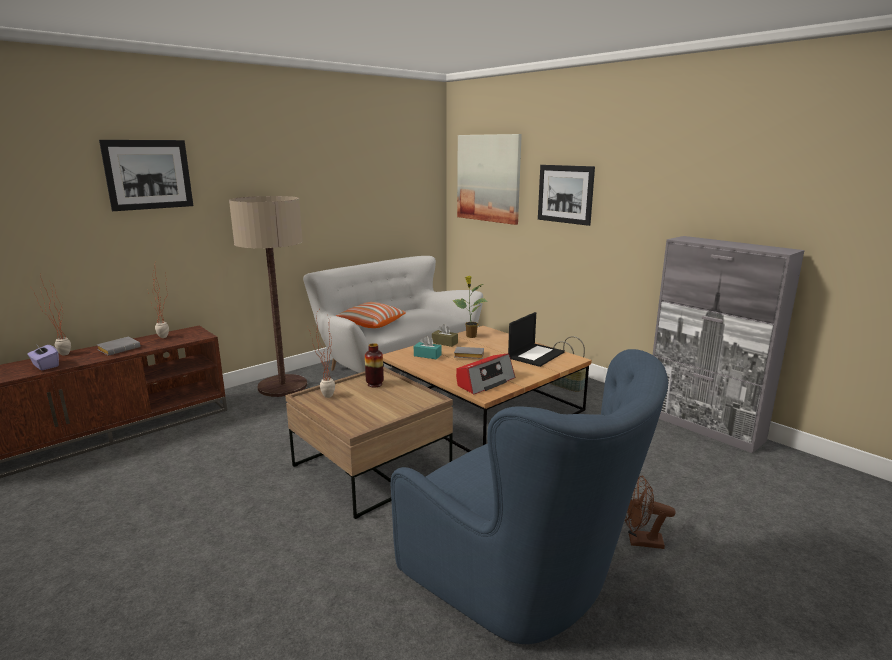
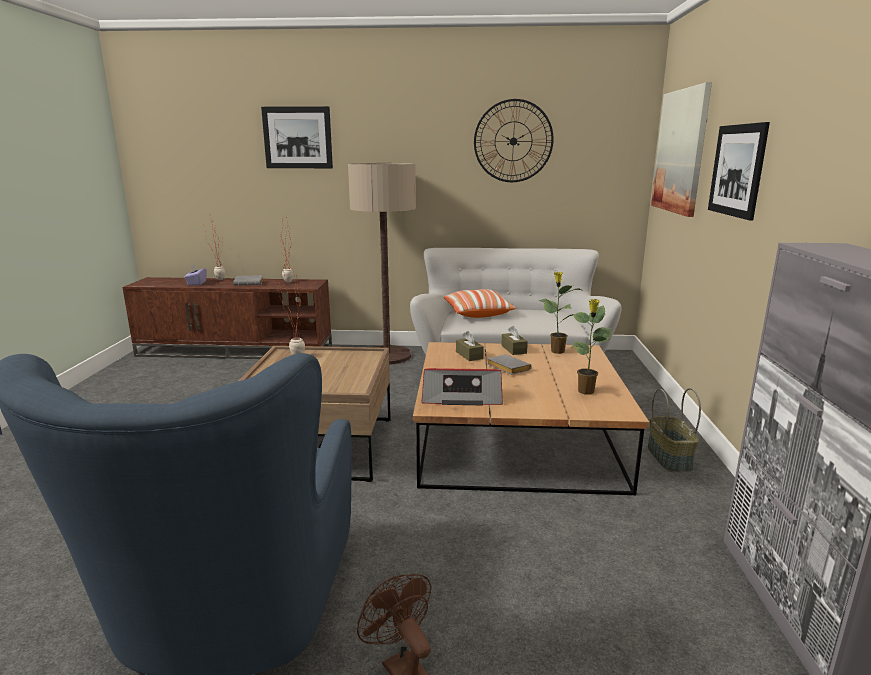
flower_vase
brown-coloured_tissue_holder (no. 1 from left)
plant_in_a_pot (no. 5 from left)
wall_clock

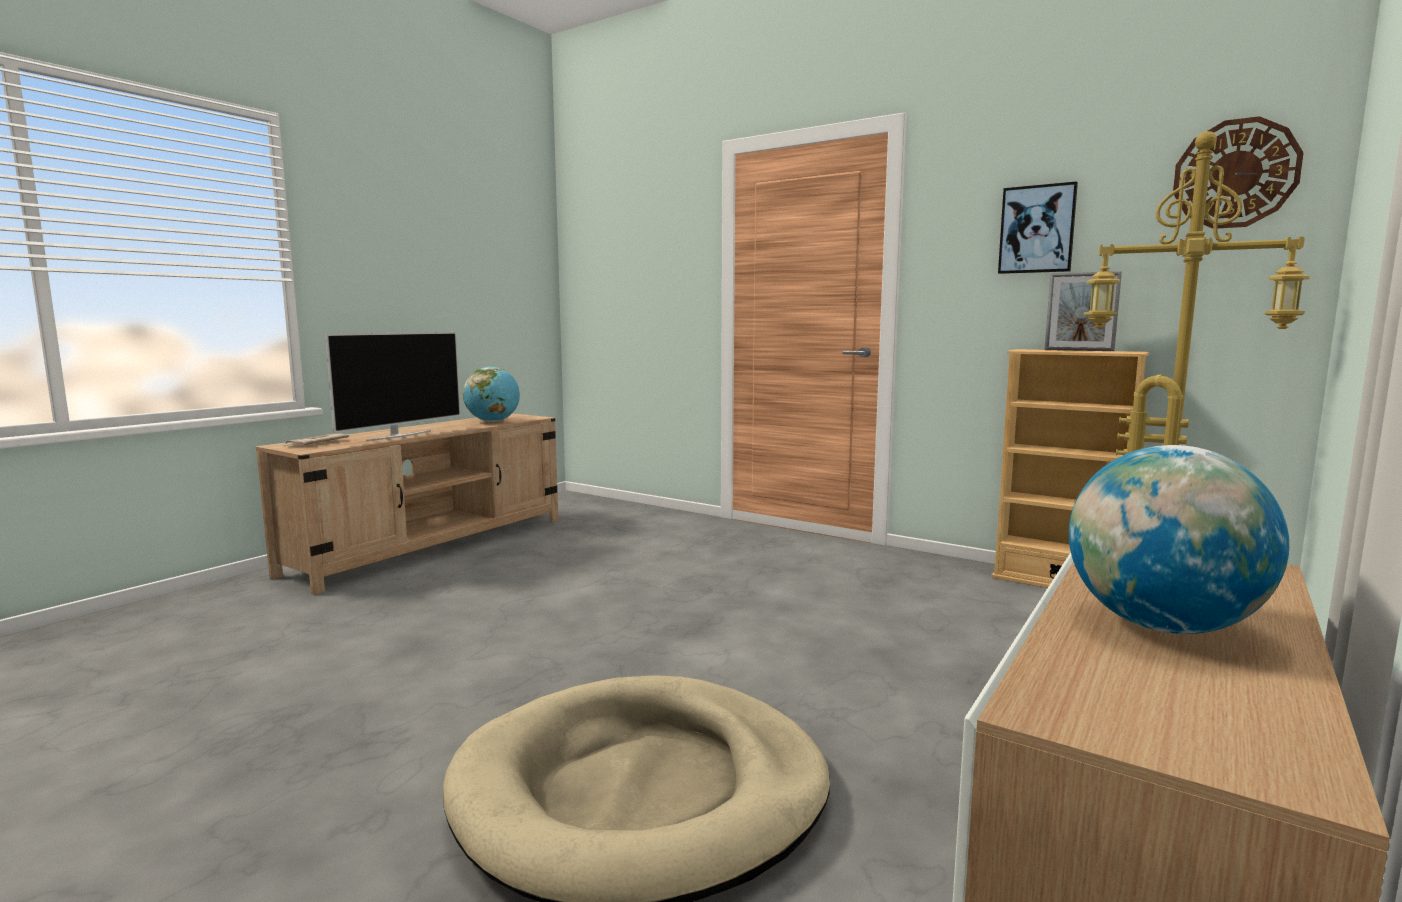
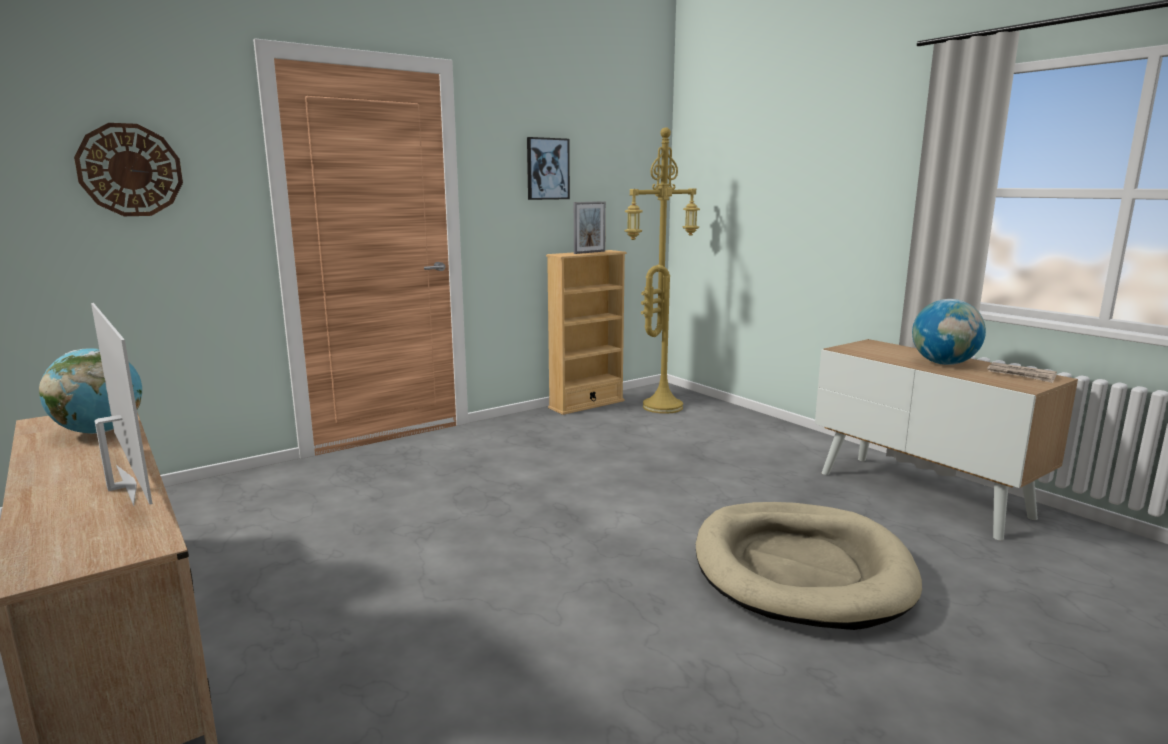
printed_paper
wall_clock

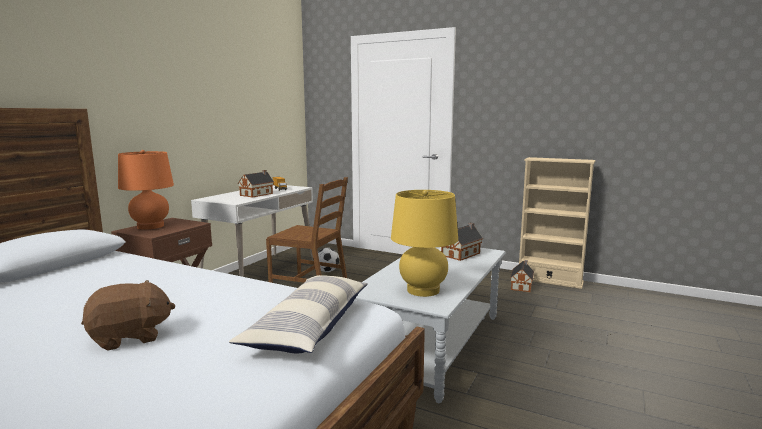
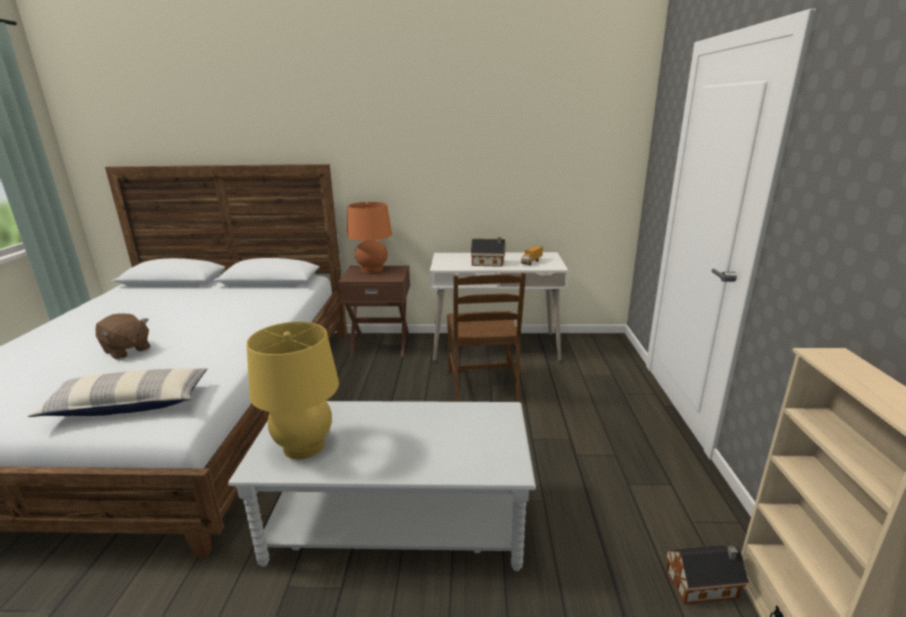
football
model_house (no. 2 from left in the first image)

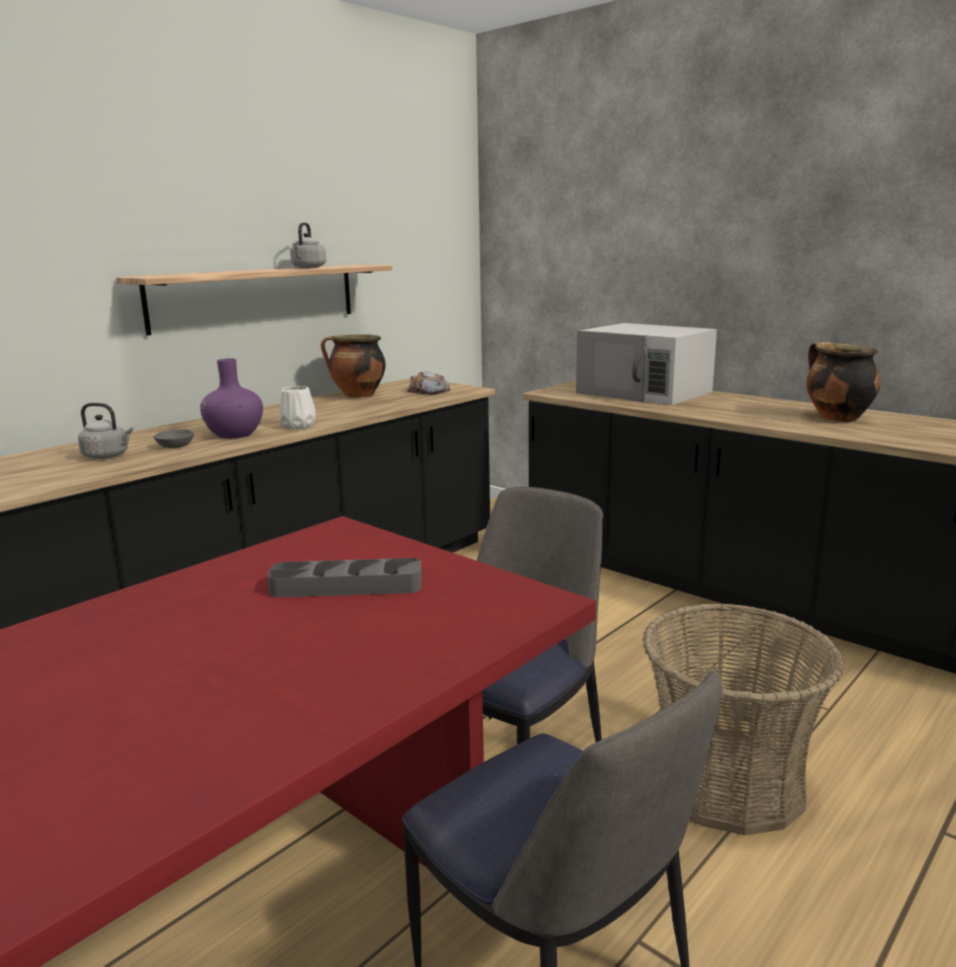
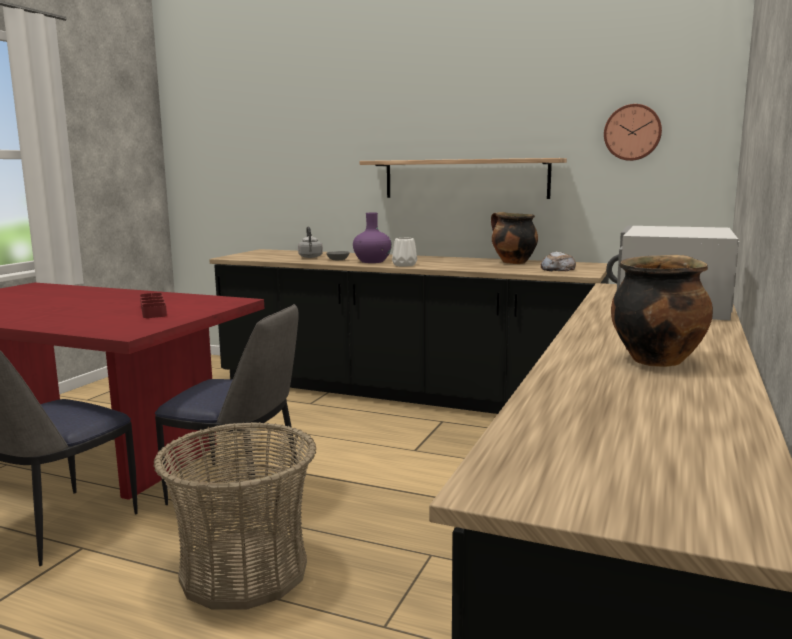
red-coloured_serving_tray
greyish_water_kettle (no. 2 from left in the first image)
wall_clock

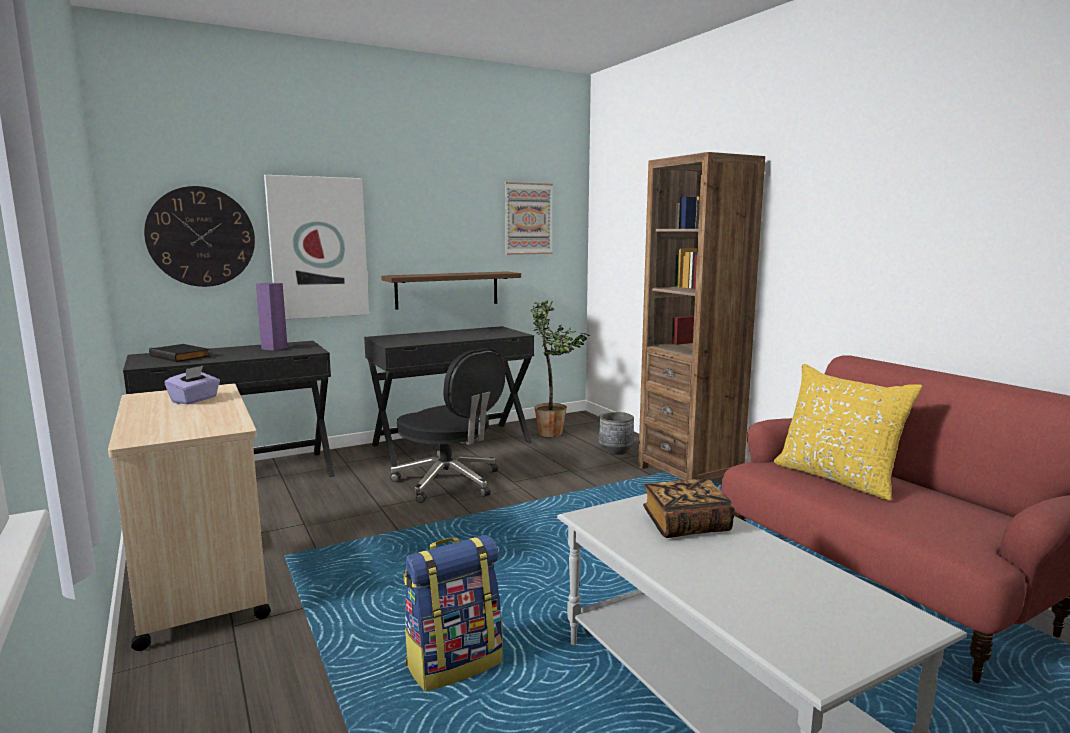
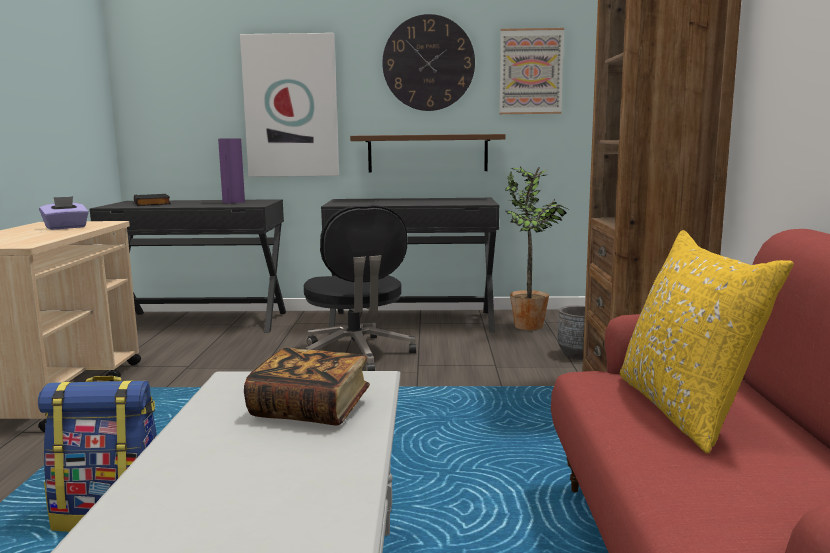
wall_clock

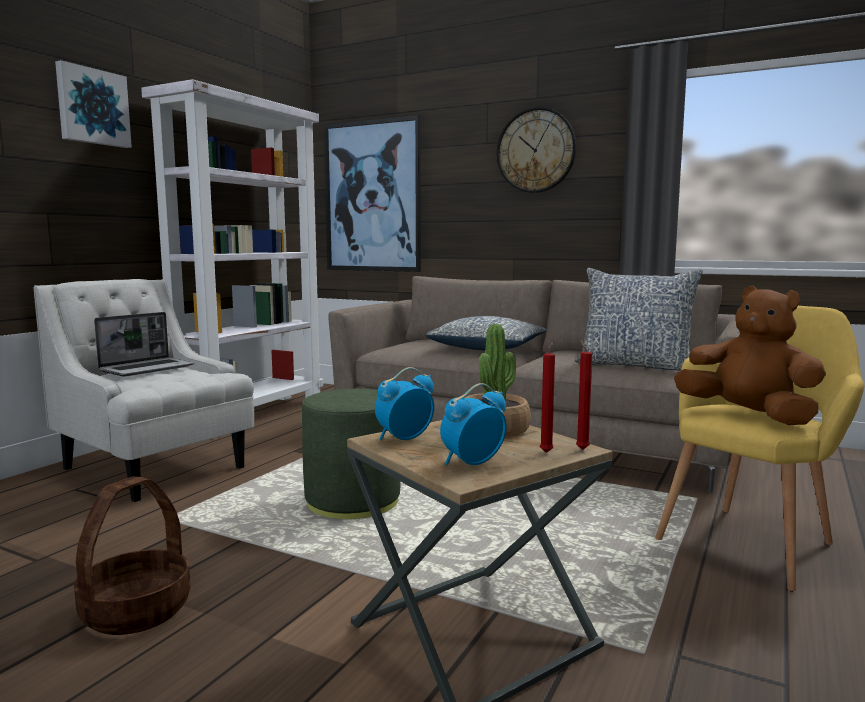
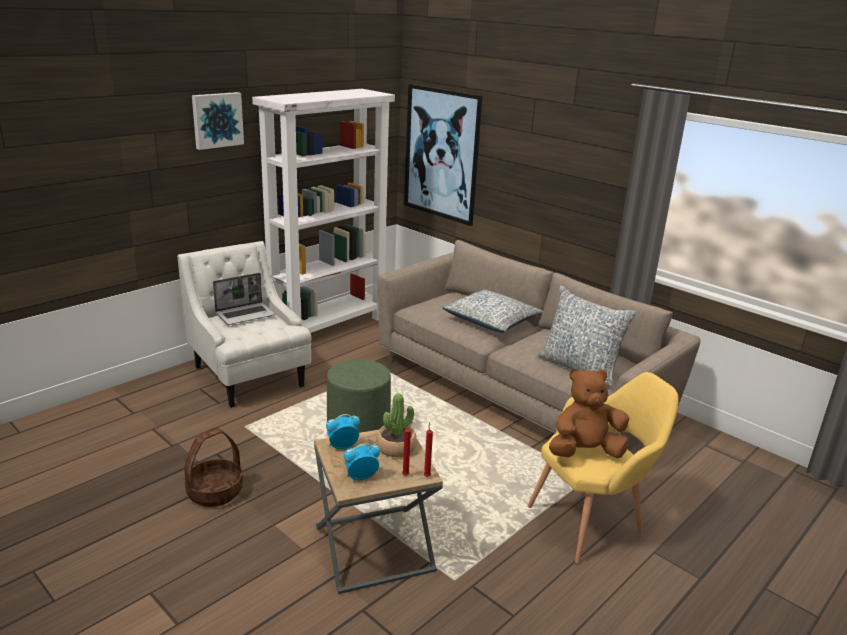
wall_clock
brown-coloured_cuddly_toy

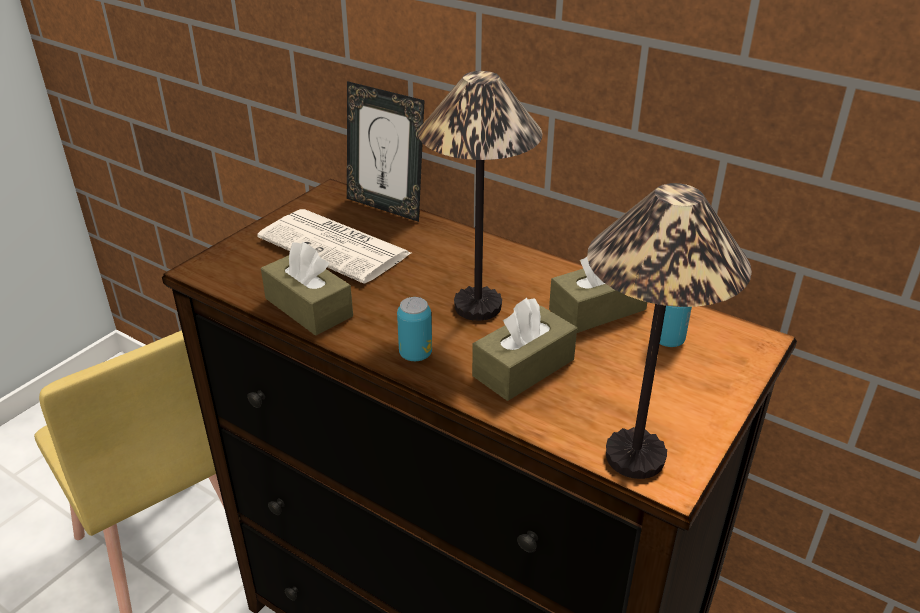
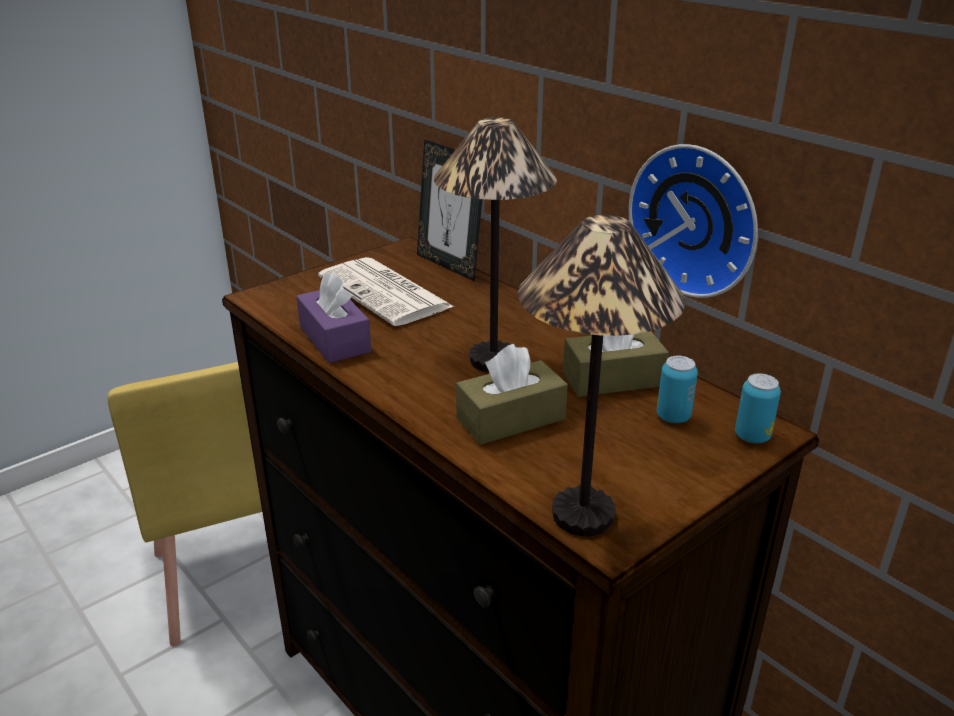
purple-coloured_tissue_holder
can (no. 2 from left)
wall_clock

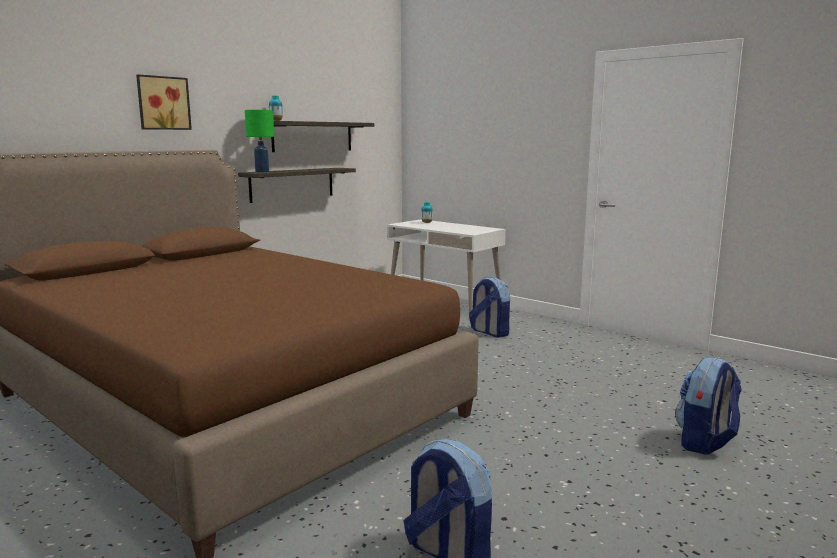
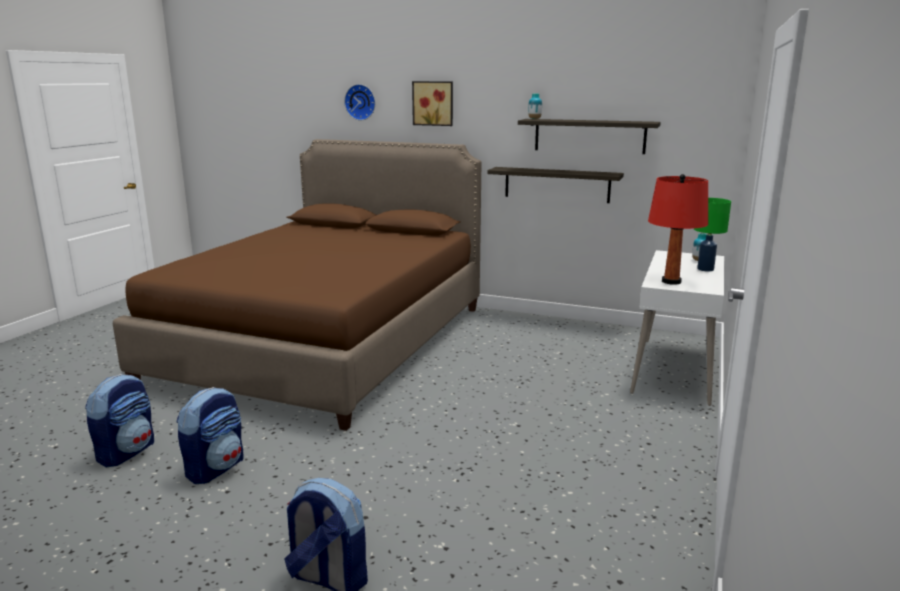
green_tabletop_lamp
rucksack (no. 2 from left)
wall_clock
red-coloured_tabletop_lamp

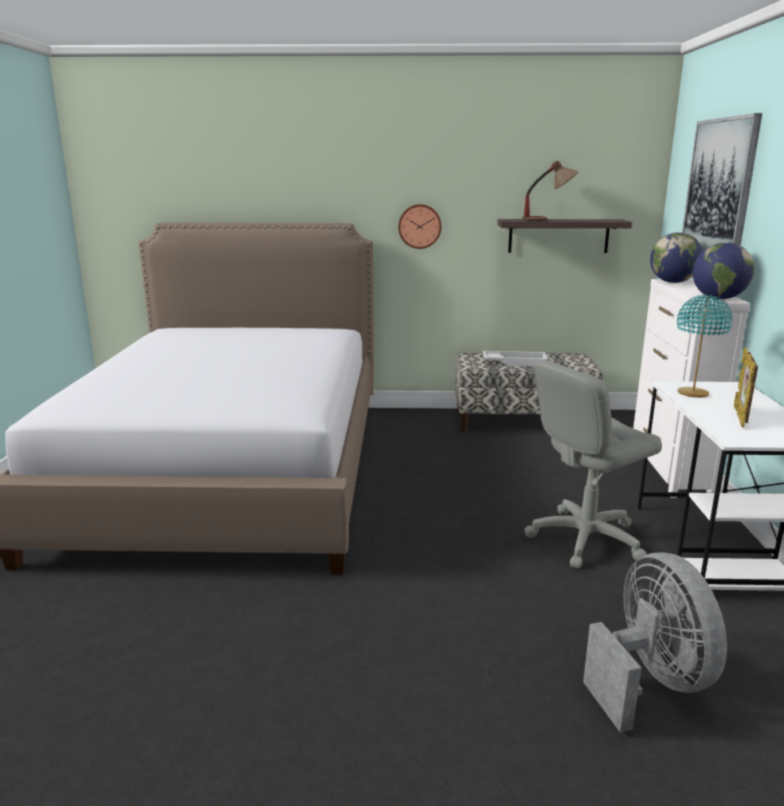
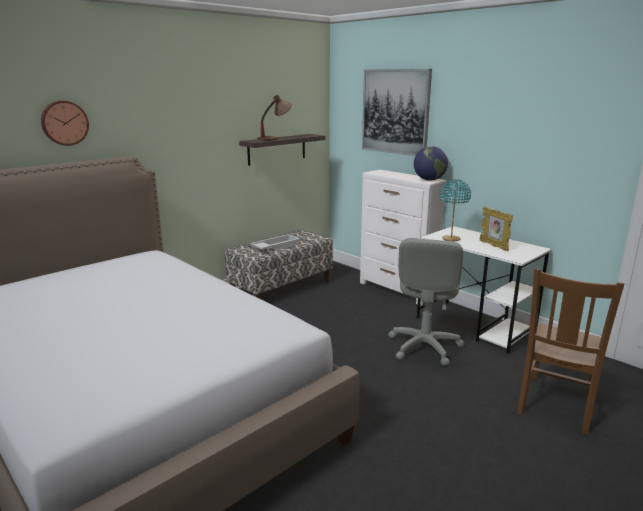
wall_clock
brown-coloured_plain_chair
globe (no. 1 from left in the first image)

